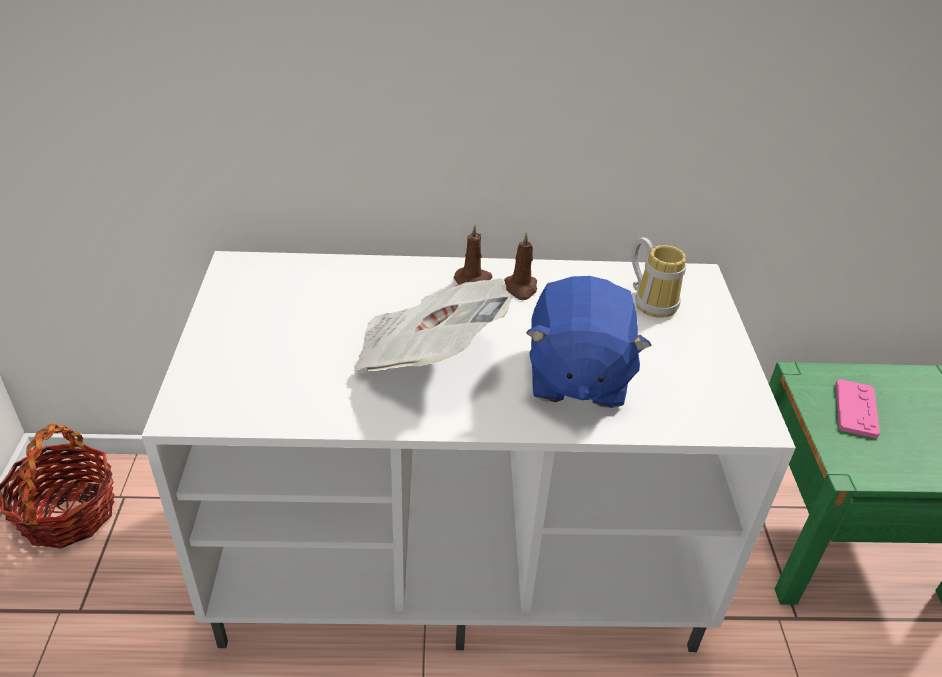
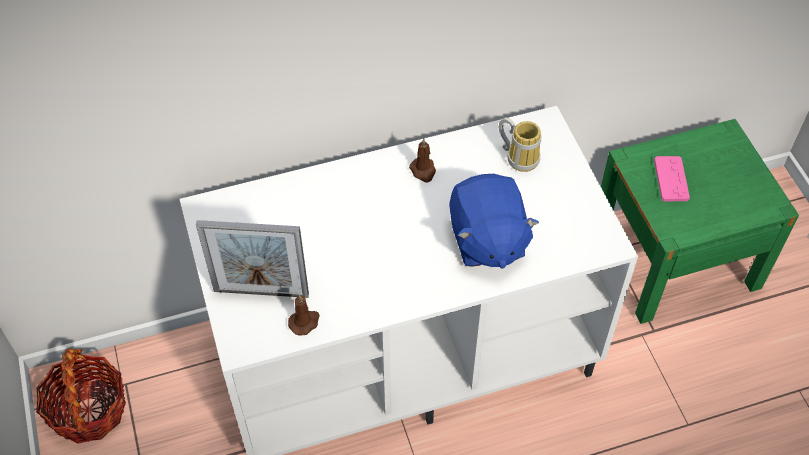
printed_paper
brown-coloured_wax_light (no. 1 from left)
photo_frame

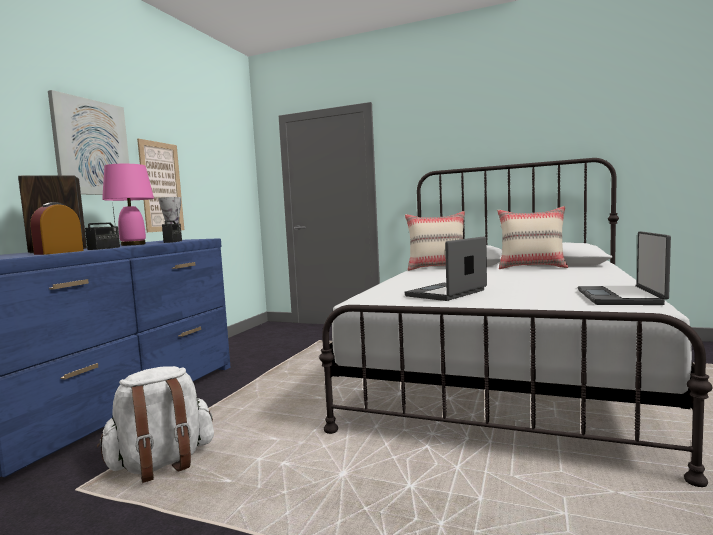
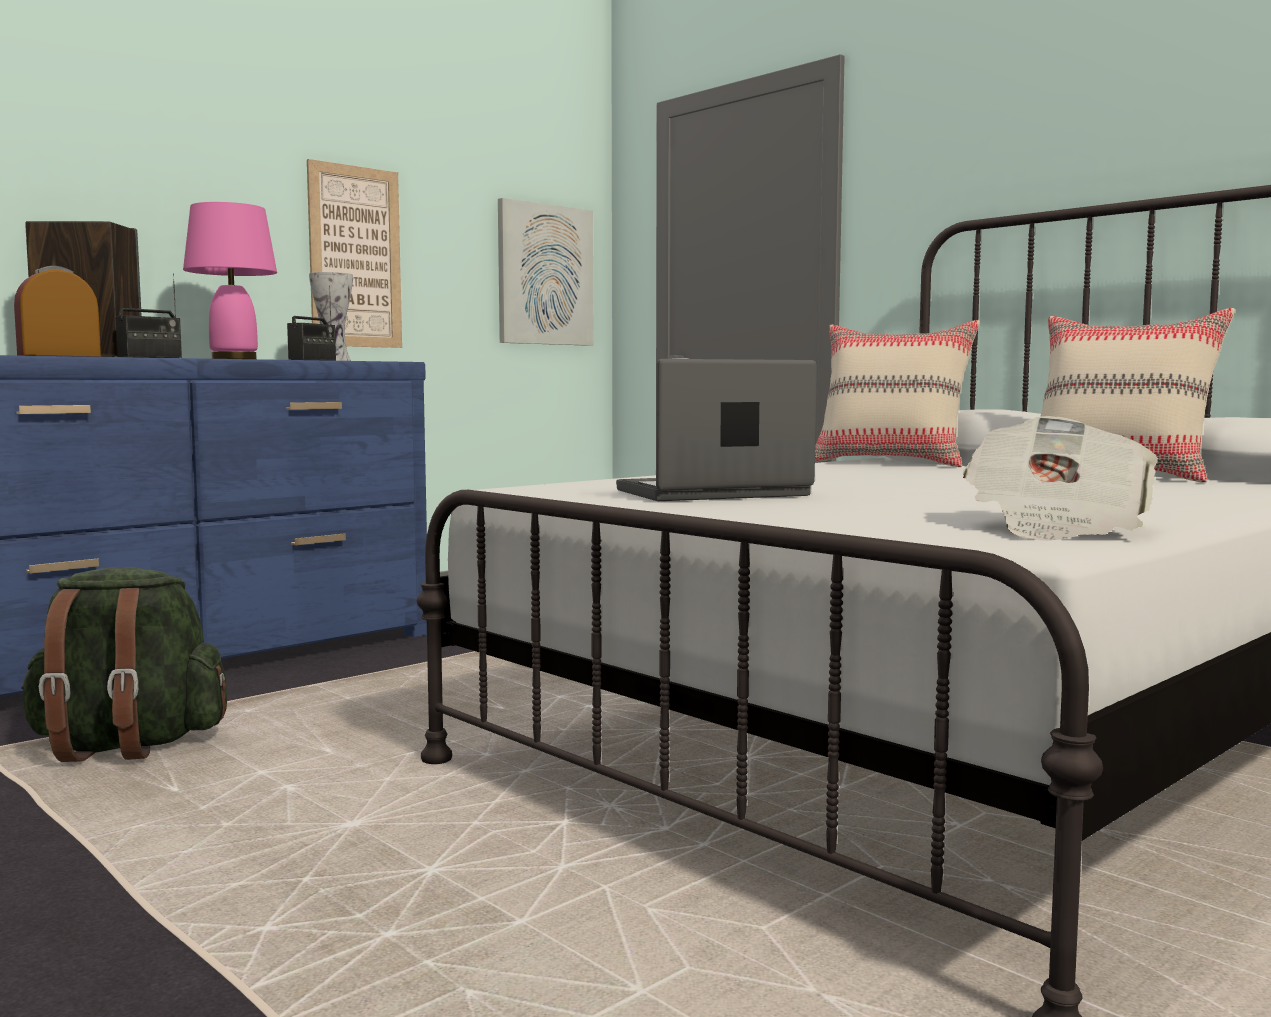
wall_picture (no. 2 from left)
green_rucksack
printed_paper

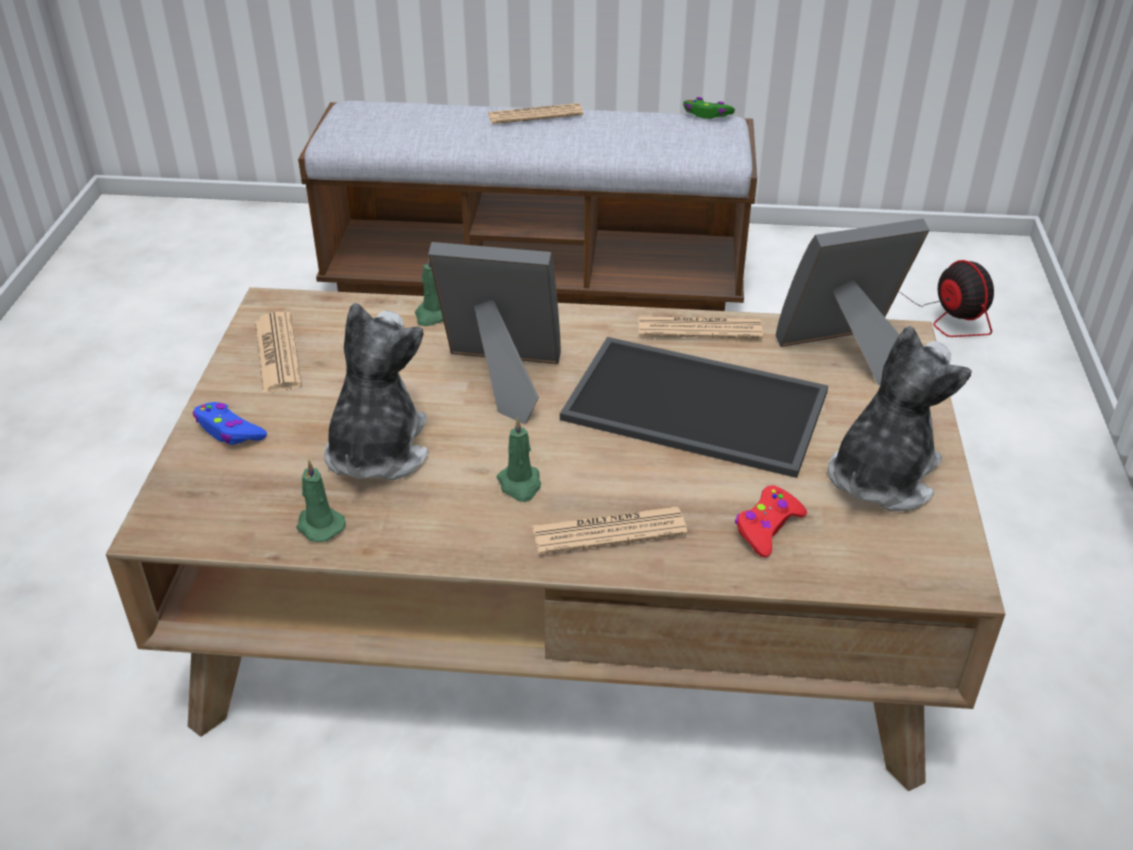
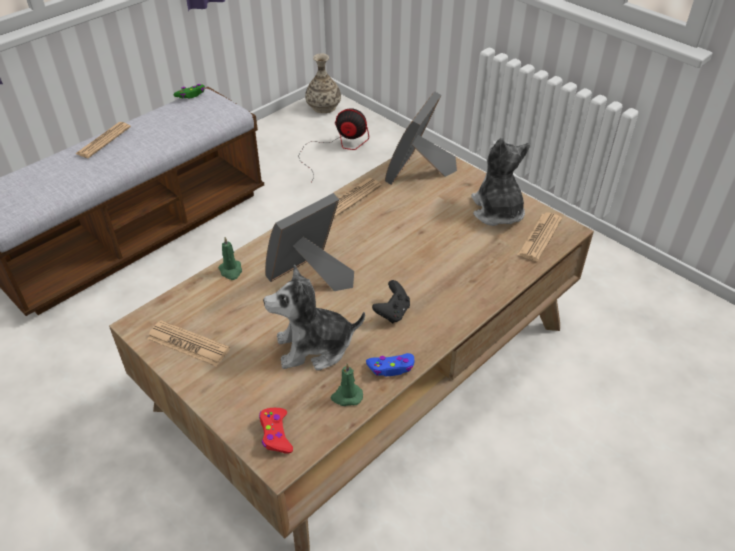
bluish_game_controller
cuddly_toy (no. 1 from left)
black-coloured_game_controller
printed_paper (no. 4 from left)
serving_tray
red-coloured_game_controller
flower_vase

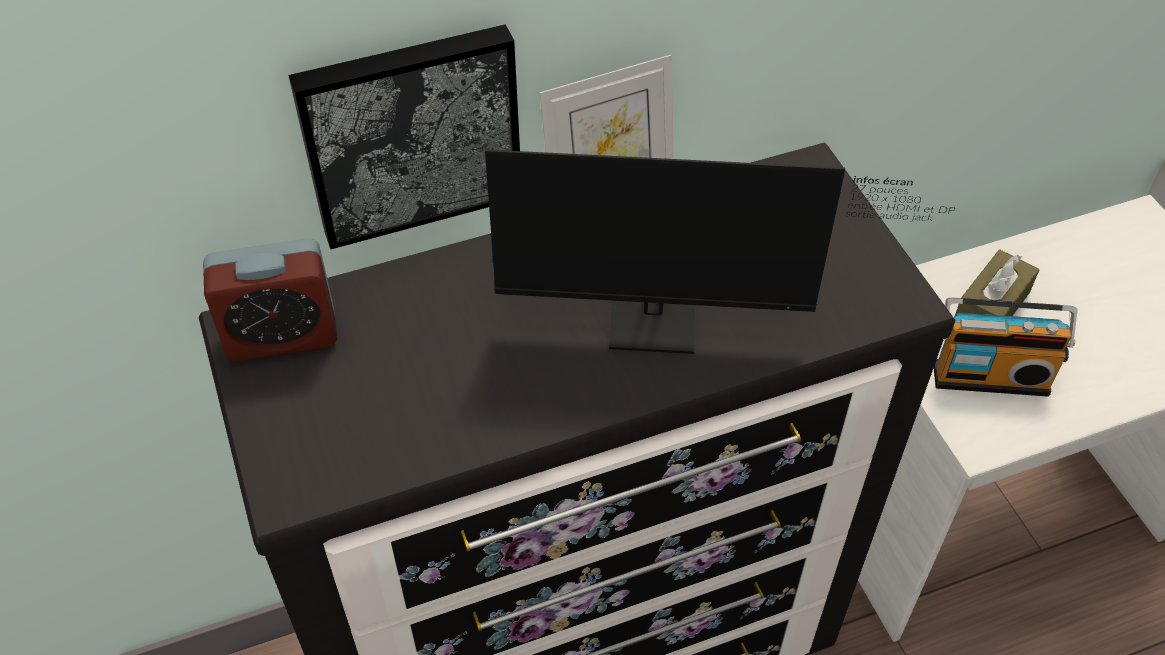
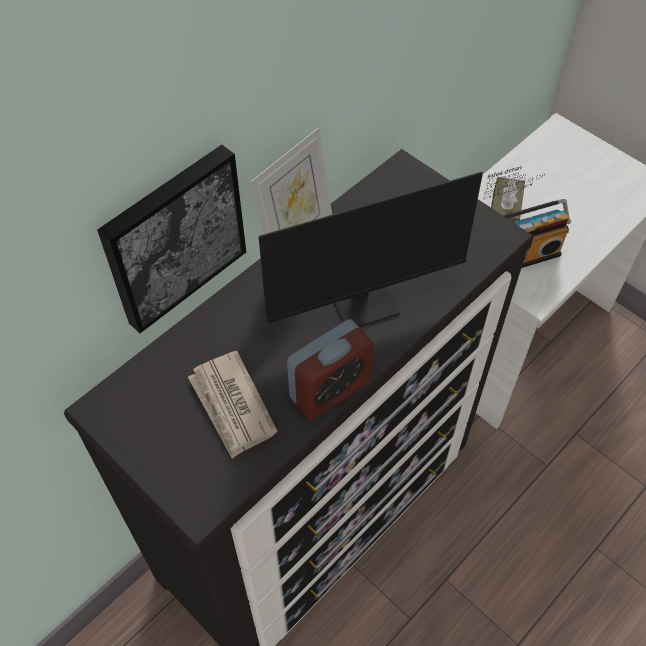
table_clock
printed_paper

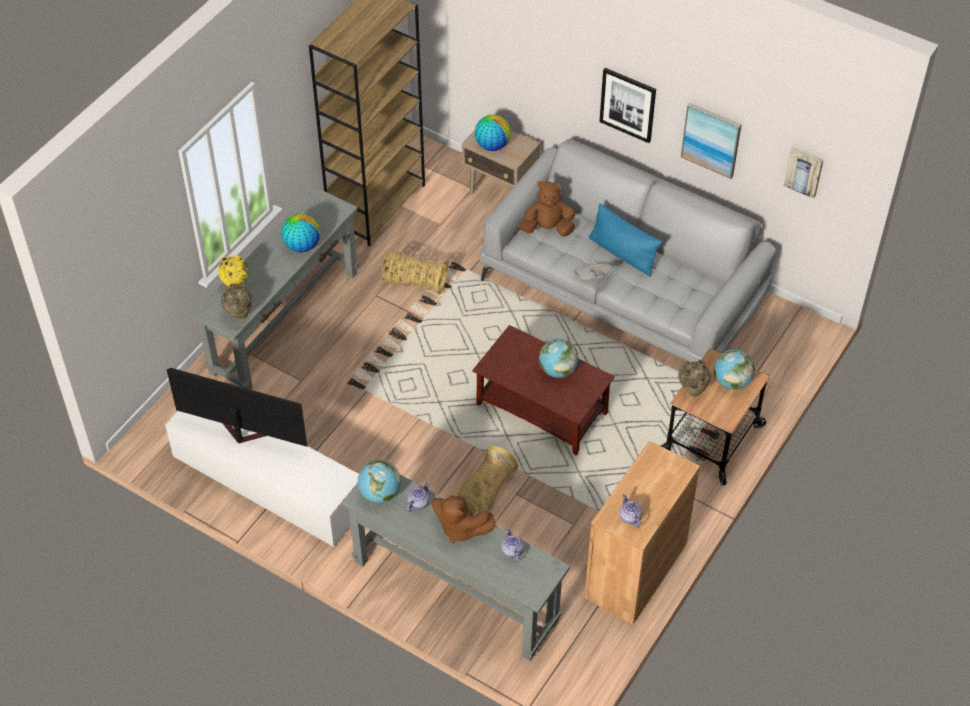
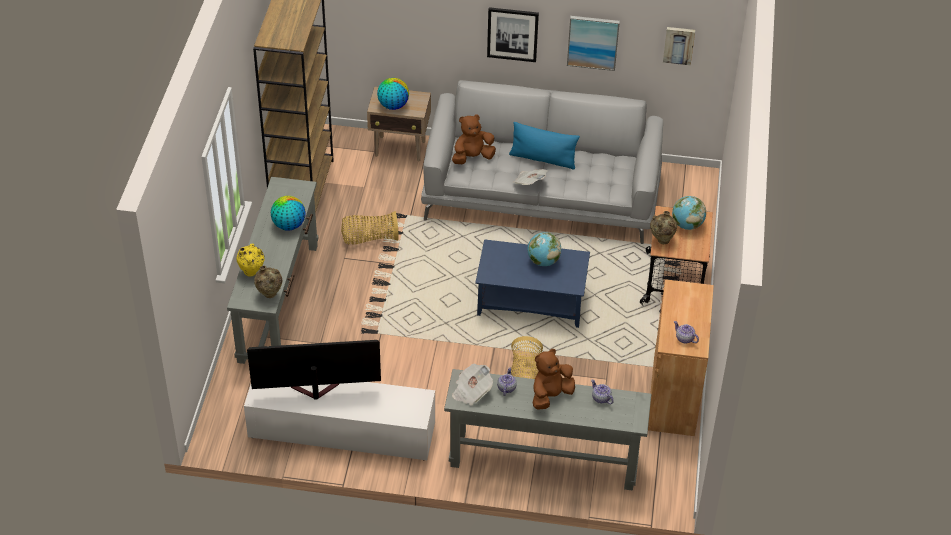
printed_paper (no. 1 from left)
brown-coloured_cuddly_toy (no. 2 from left)
bluish_low_table

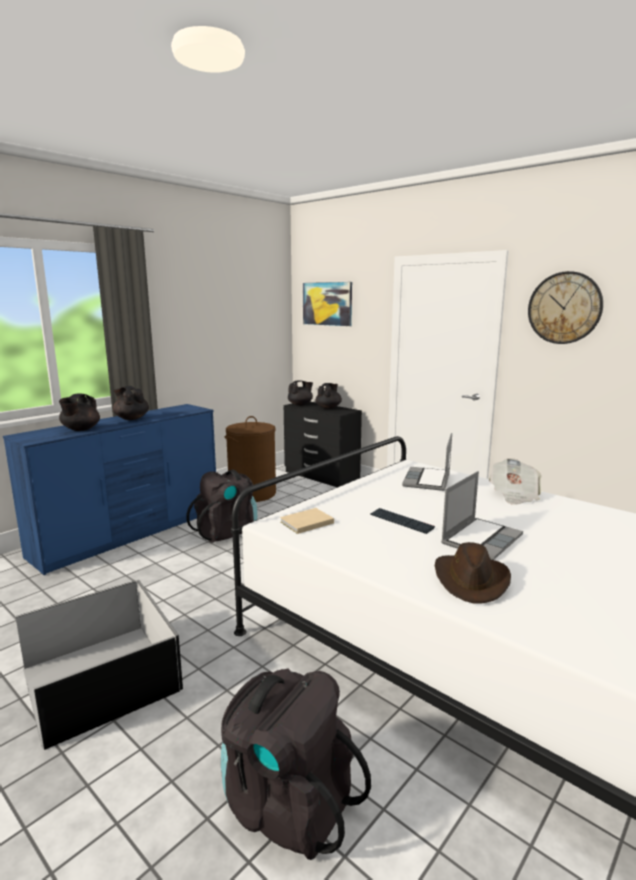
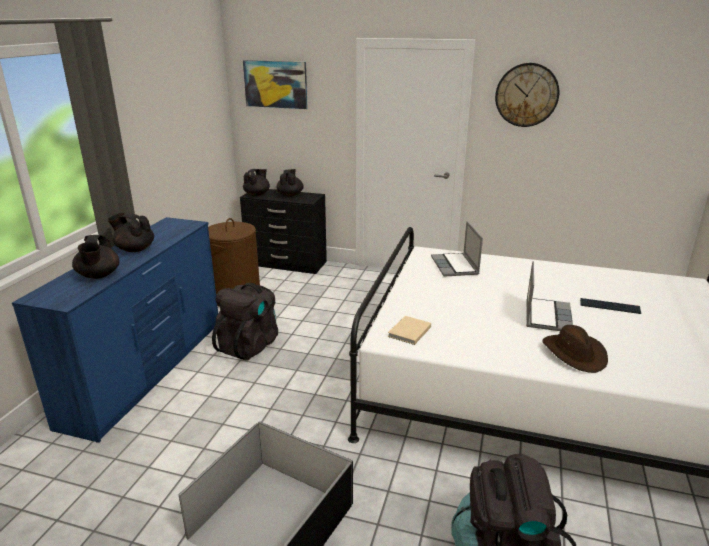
PC_keyboard
printed_paper

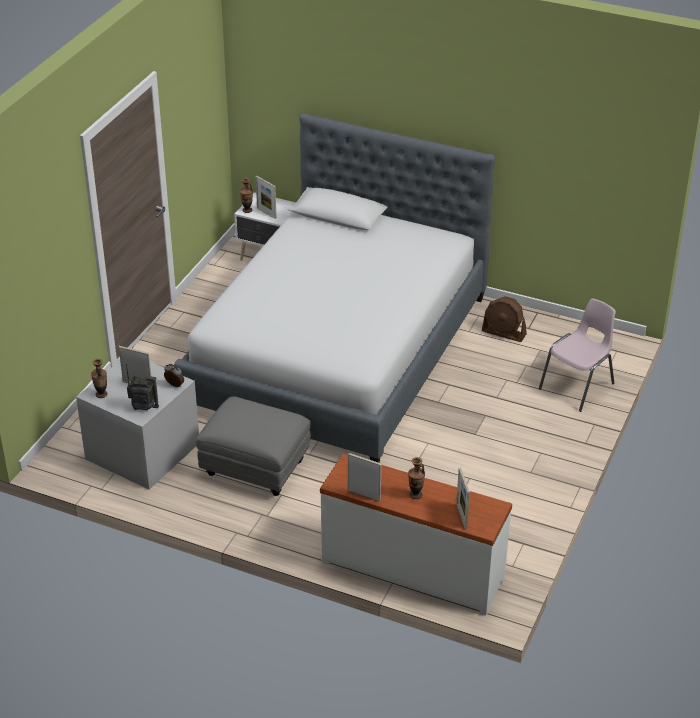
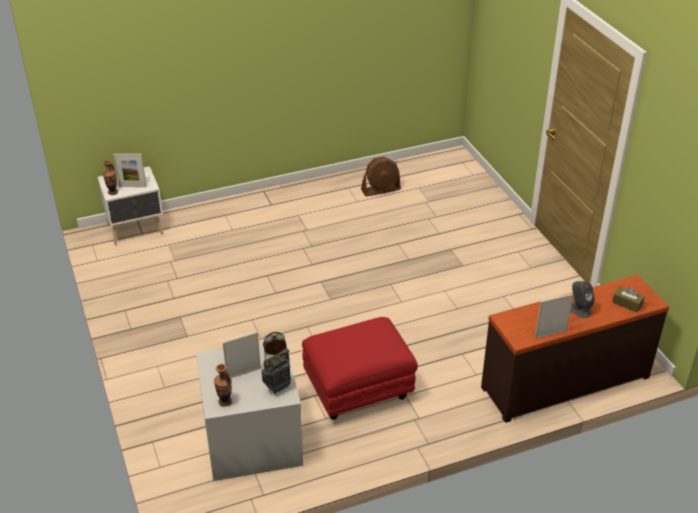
bedroom_bed
red-coloured_footrest
brown-coloured_drawer_chest
greyish_speaker
brown-coloured_tissue_holder
pink-coloured_plain_chair

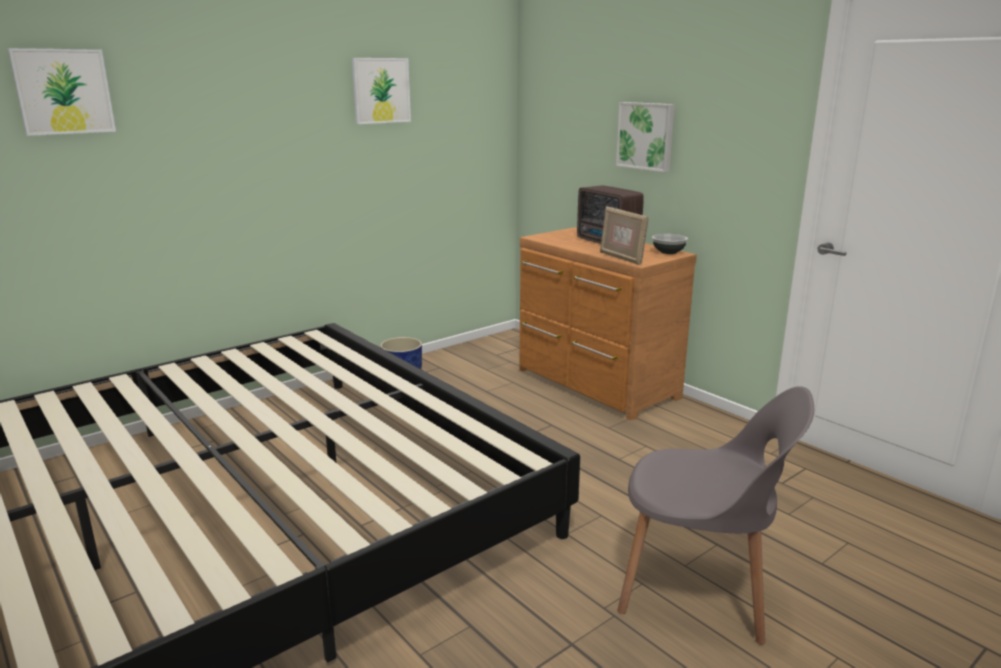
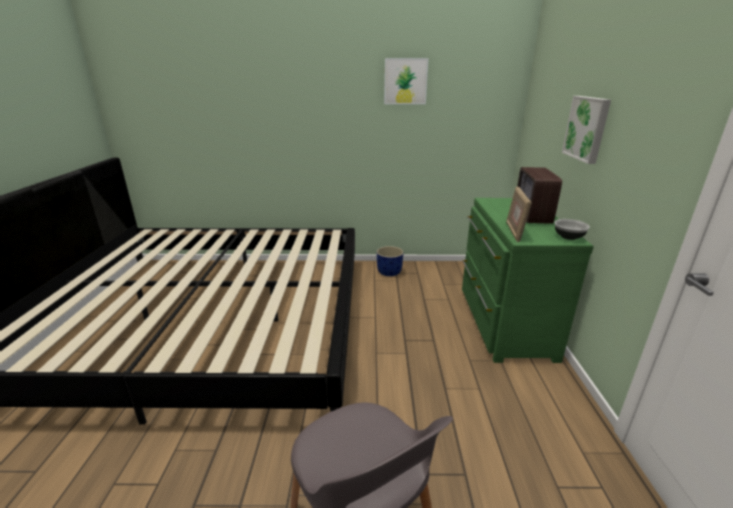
wall_picture (no. 1 from left in the first image)
green_drawer_chest

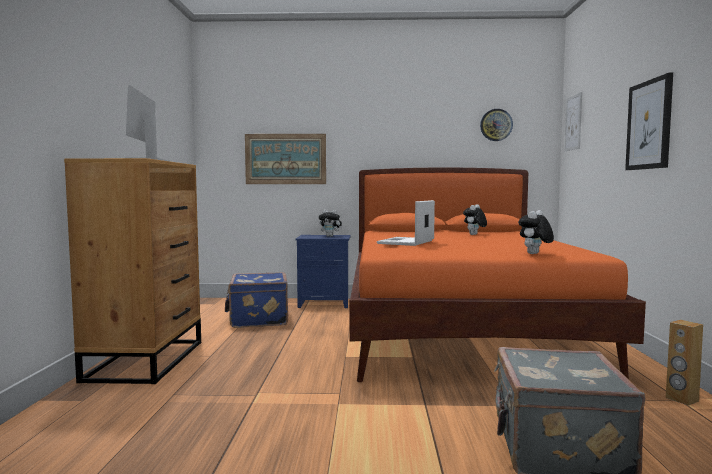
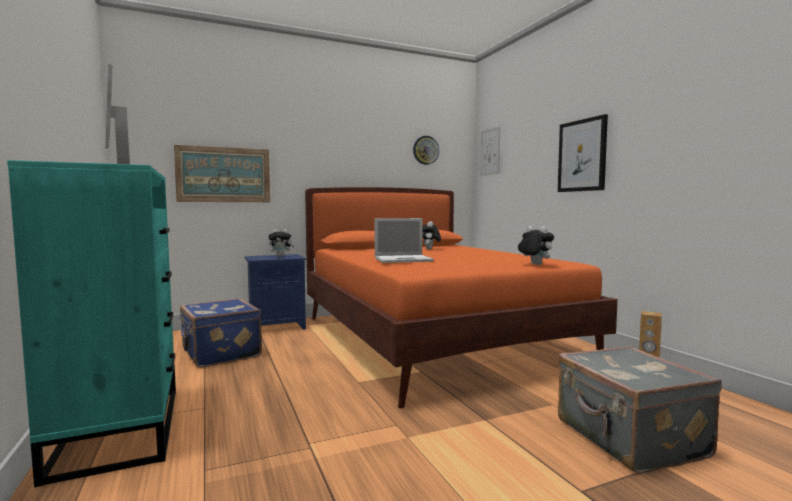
turquoise_drawer_chest
laptop
cuddly_toy (no. 3 from left)

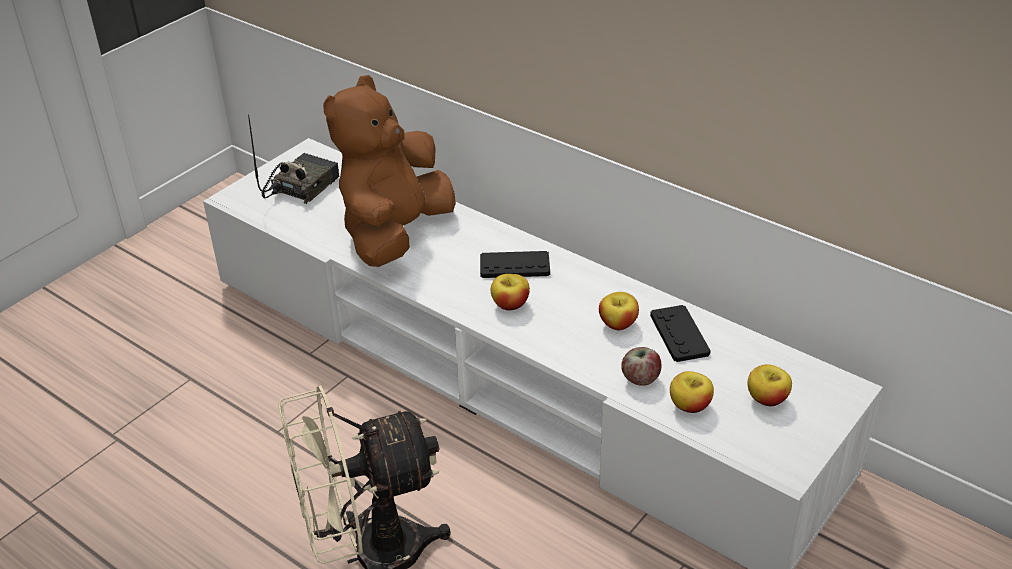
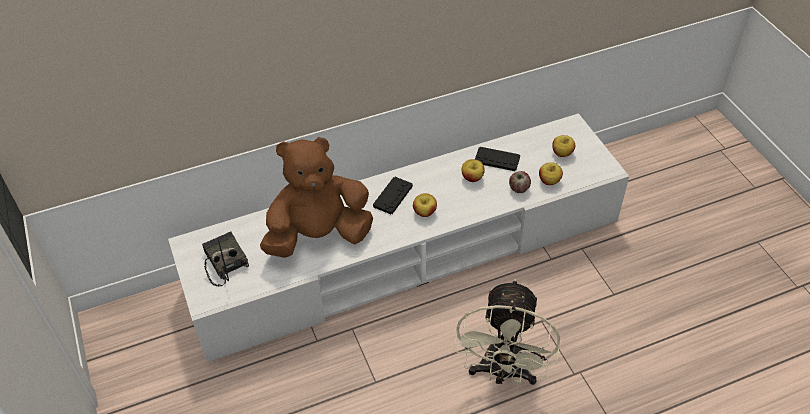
brown-coloured_cuddly_toy

